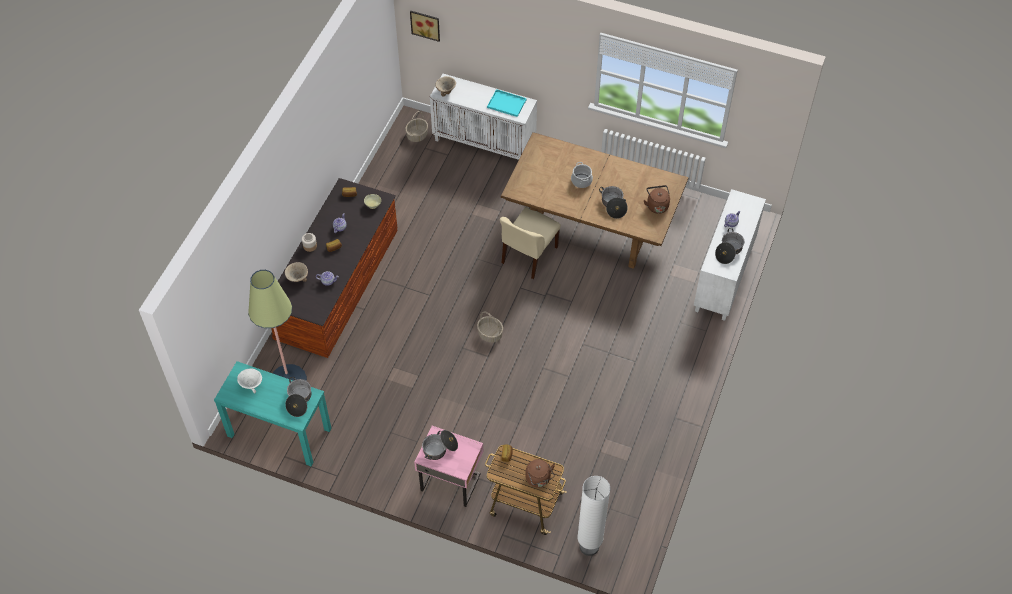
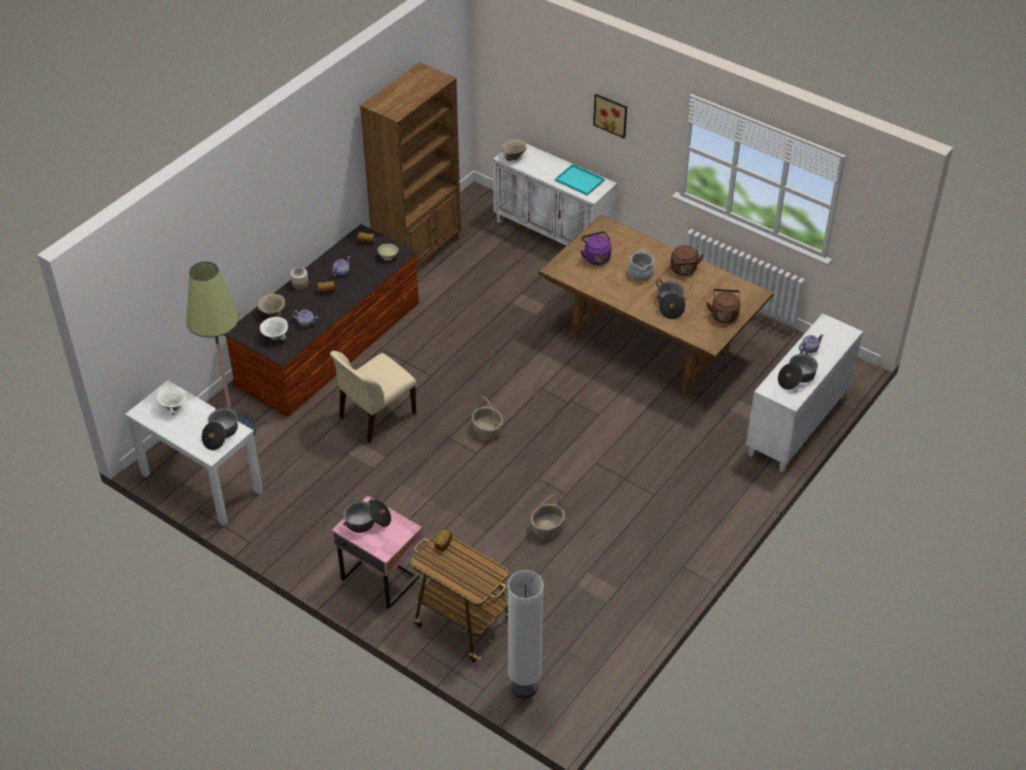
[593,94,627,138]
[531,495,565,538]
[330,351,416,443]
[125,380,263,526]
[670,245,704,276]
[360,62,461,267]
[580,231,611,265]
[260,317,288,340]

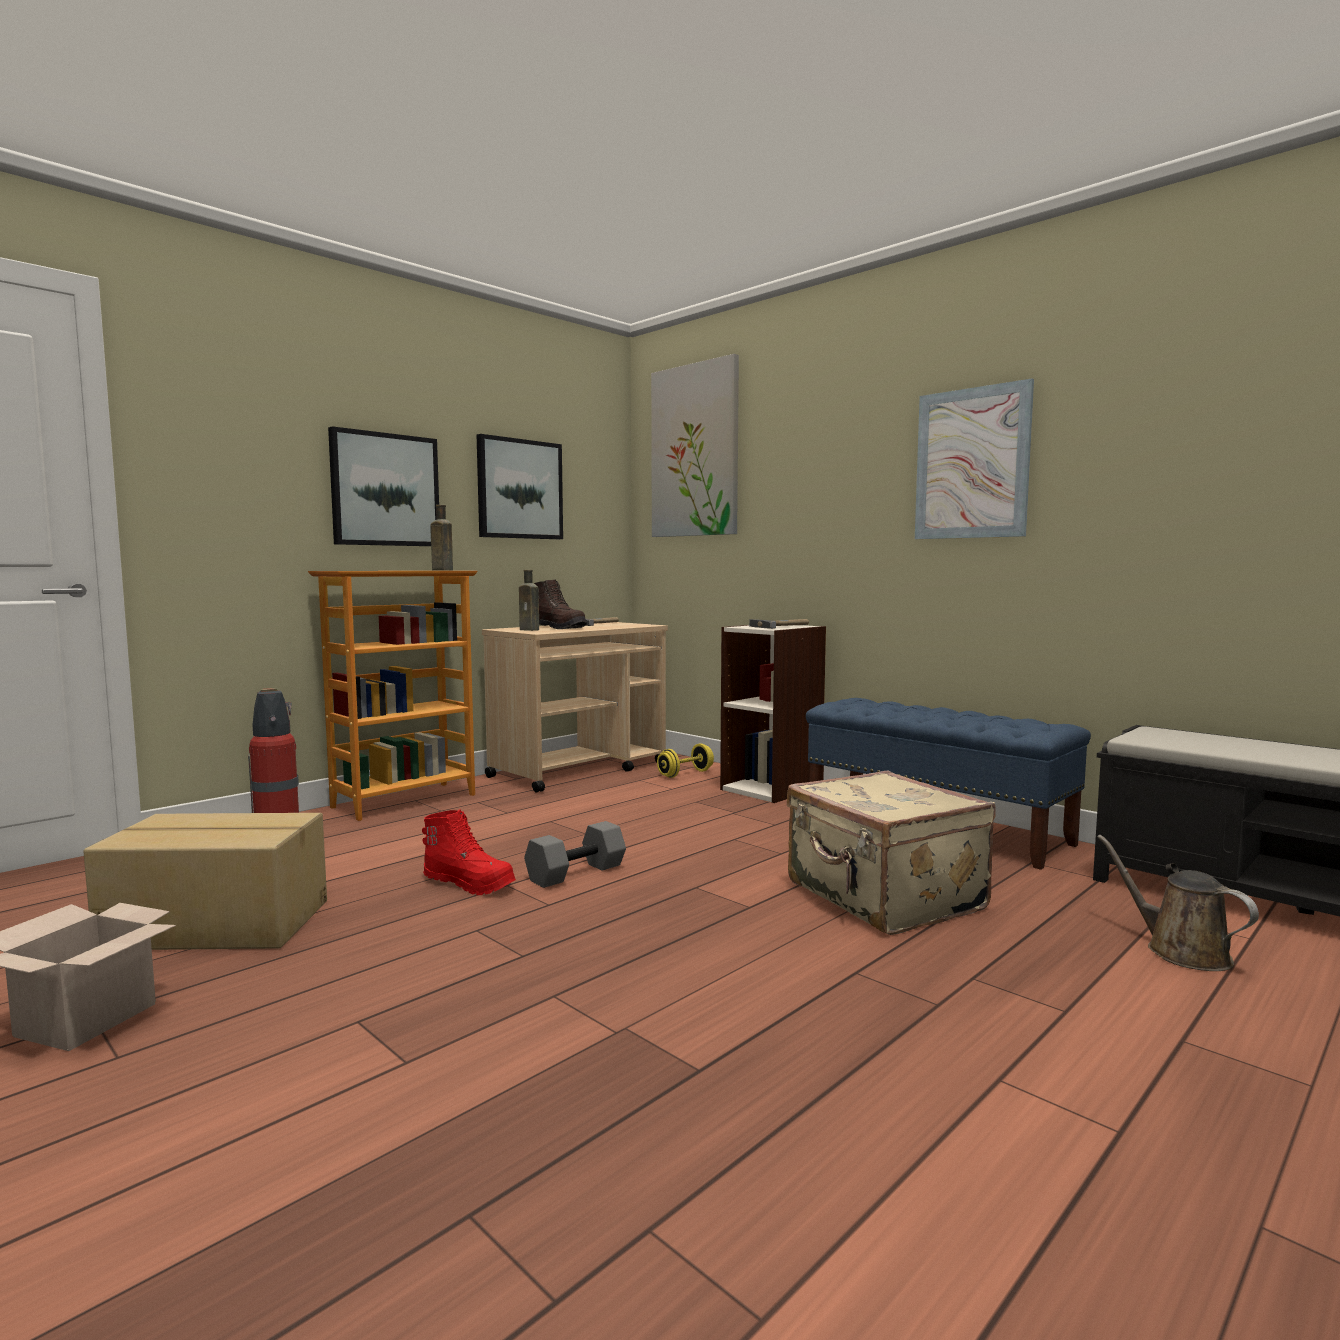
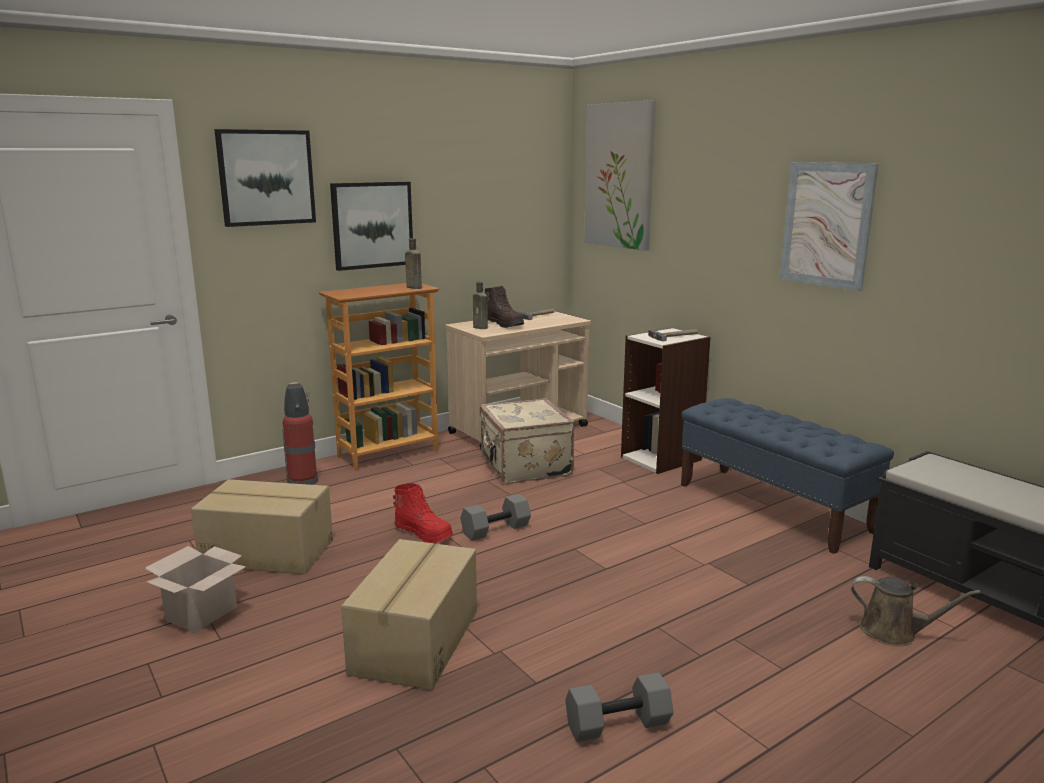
[214,129,316,227]
[657,743,714,778] (first image)
[480,398,574,484]
[851,576,981,646]
[341,539,477,690]
[565,672,674,742]

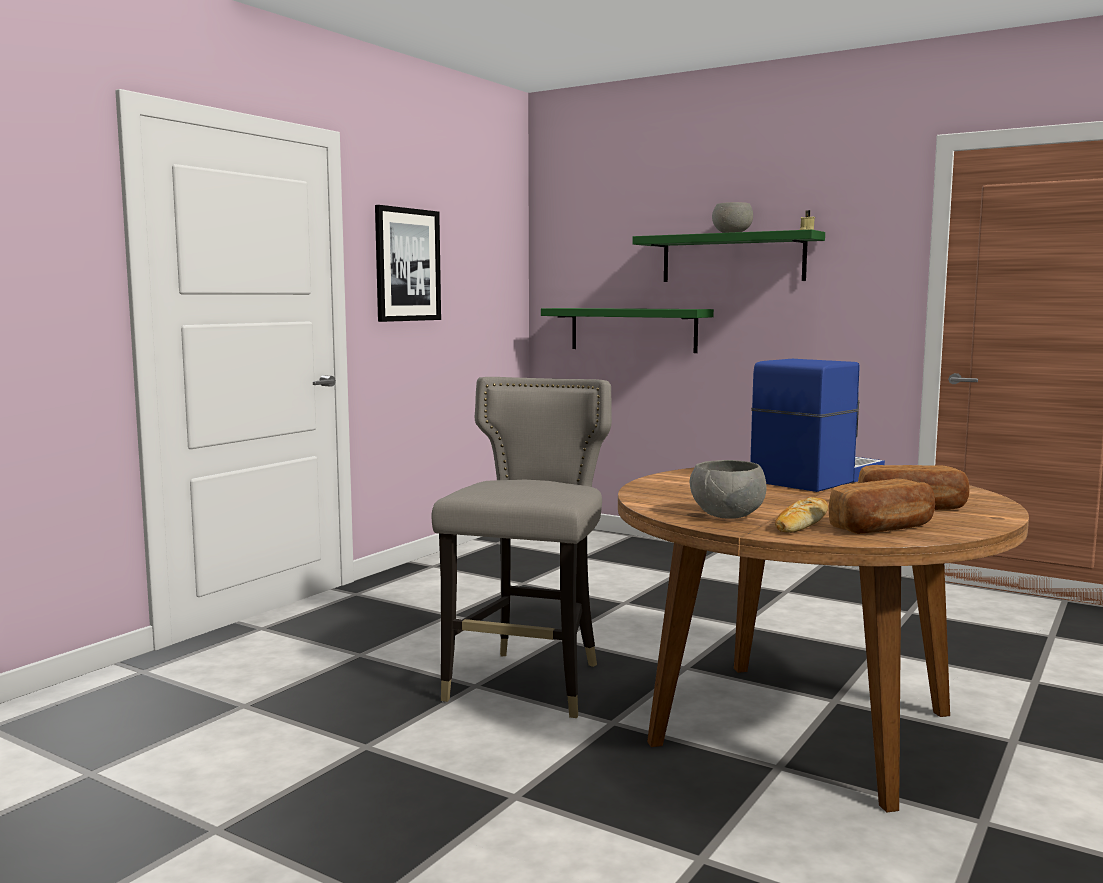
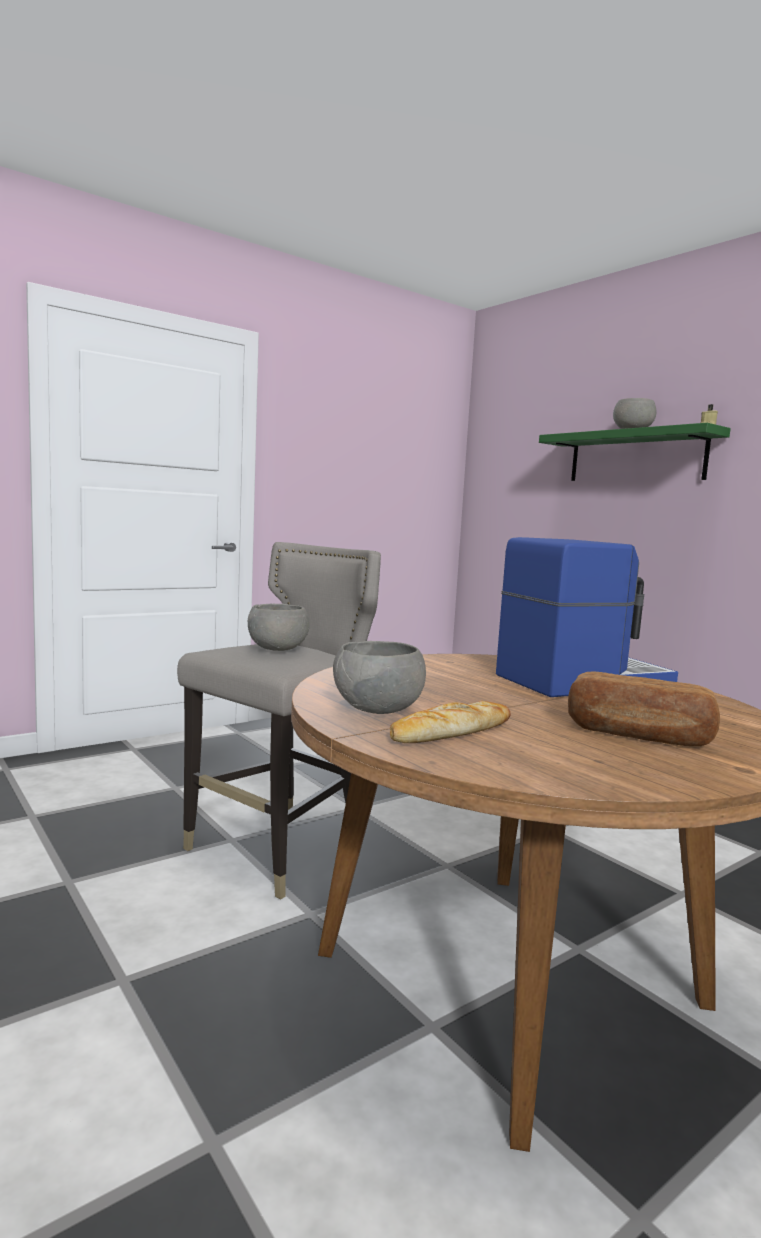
[375,205,441,322] (first image)
[541,308,714,353] (first image)
[829,479,935,534] (first image)
[248,604,310,651]

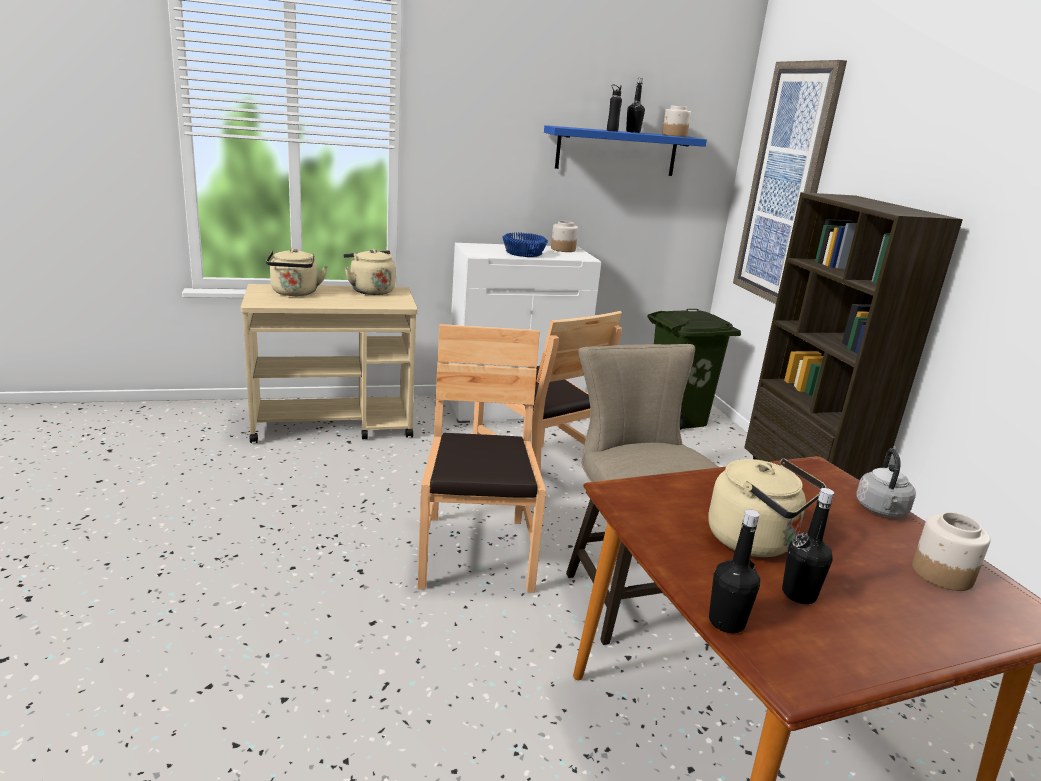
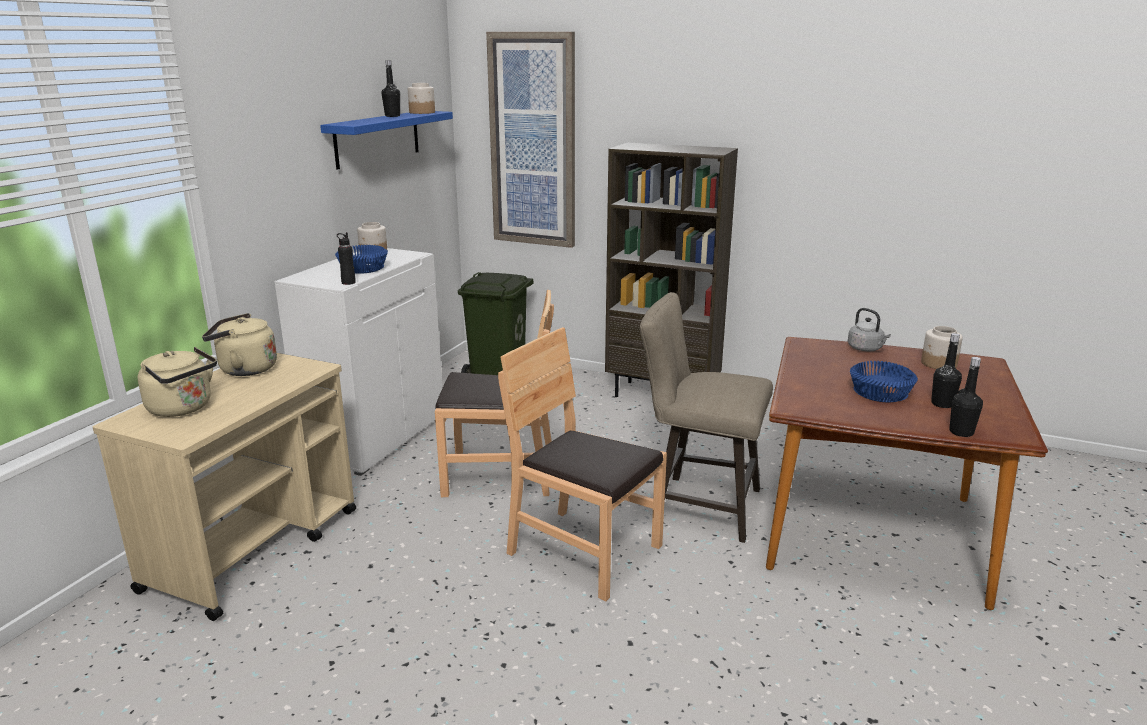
[337,232,356,285]
[850,361,918,402]

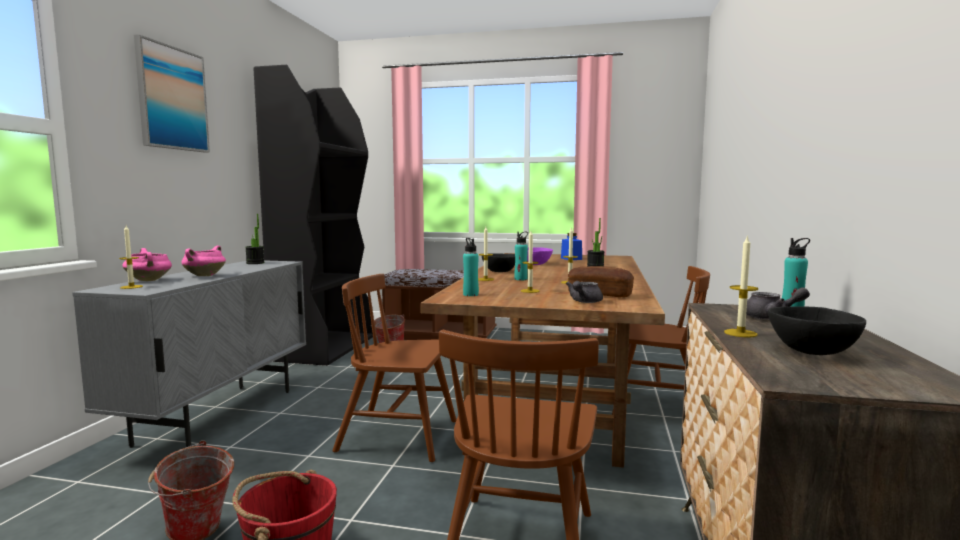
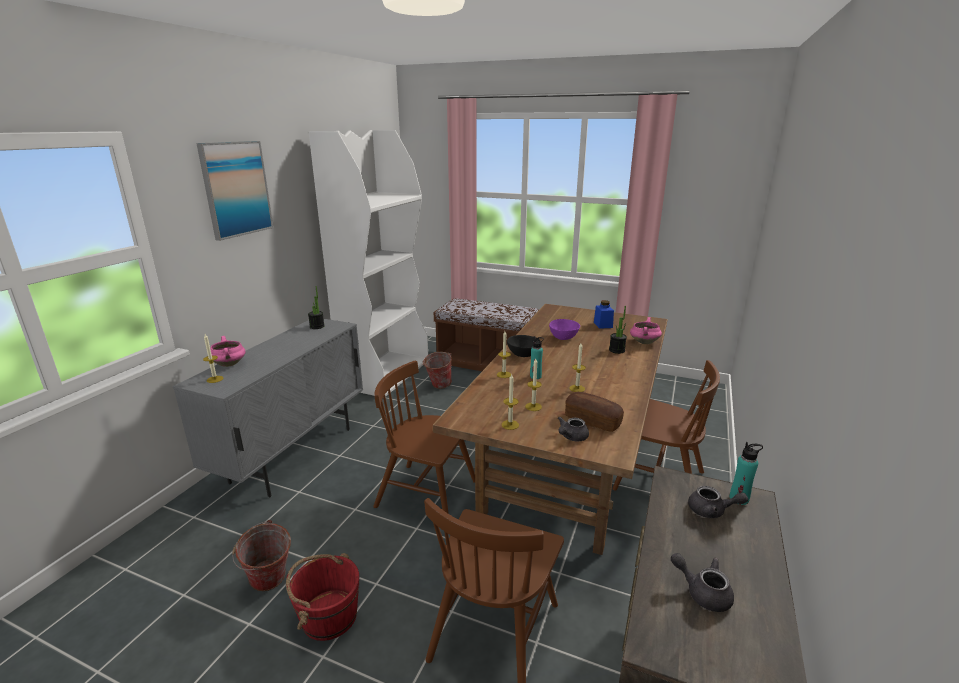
[309,130,428,397]
[501,374,519,430]
[463,238,479,296] (first image)
[630,317,662,344]
[671,553,734,612]

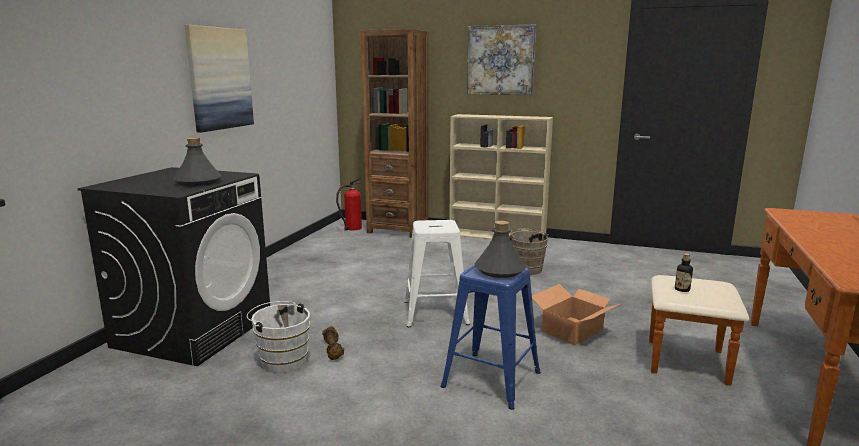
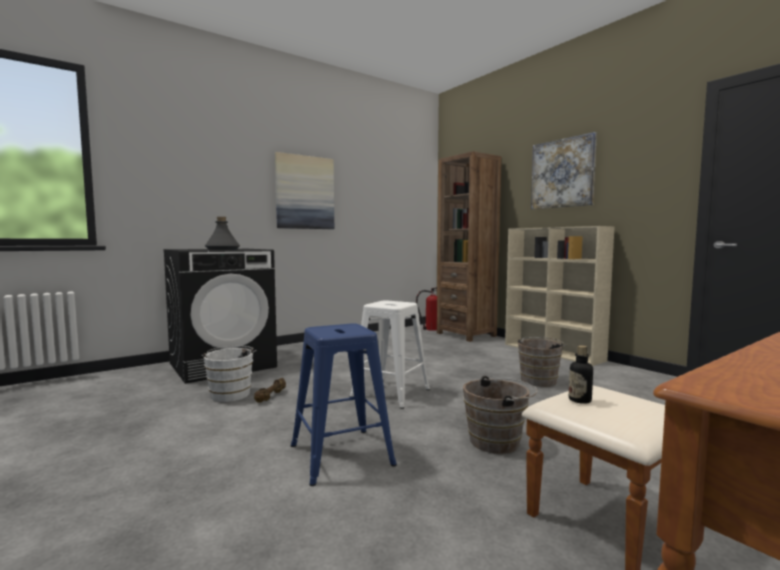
[475,221,526,278] (first image)
[463,376,538,454]

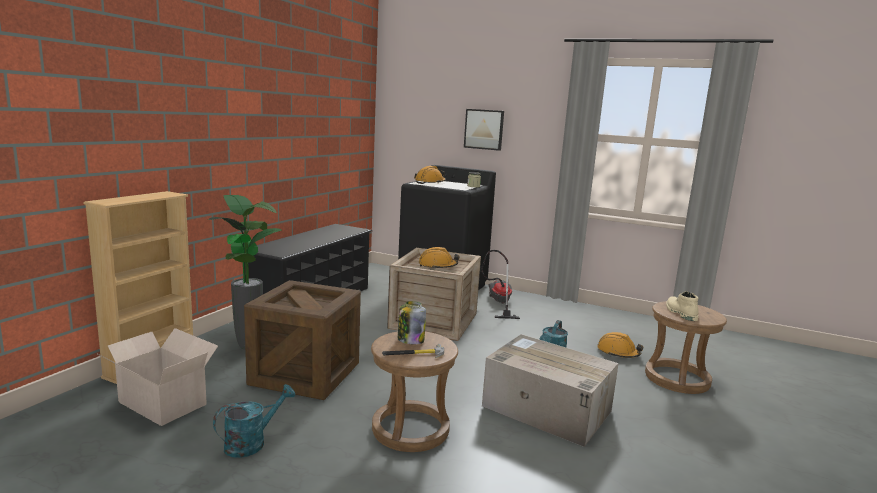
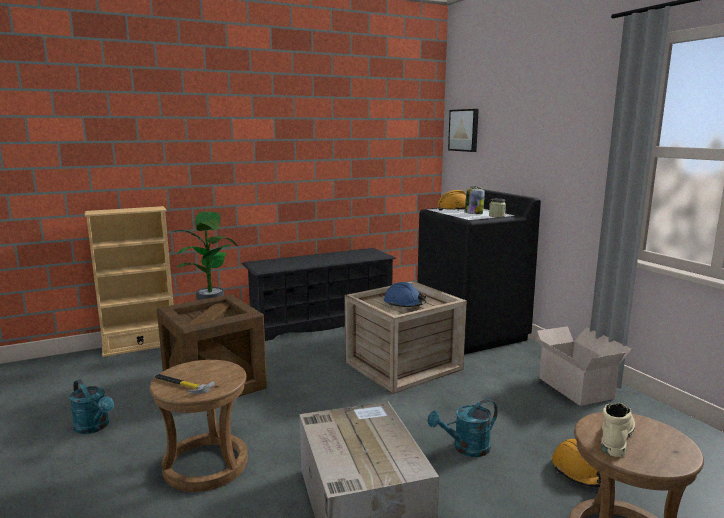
[448,109,479,152]
[384,282,426,307]
[481,250,520,319] (first image)
[464,186,485,214]
[532,326,632,406]
[69,379,114,434]

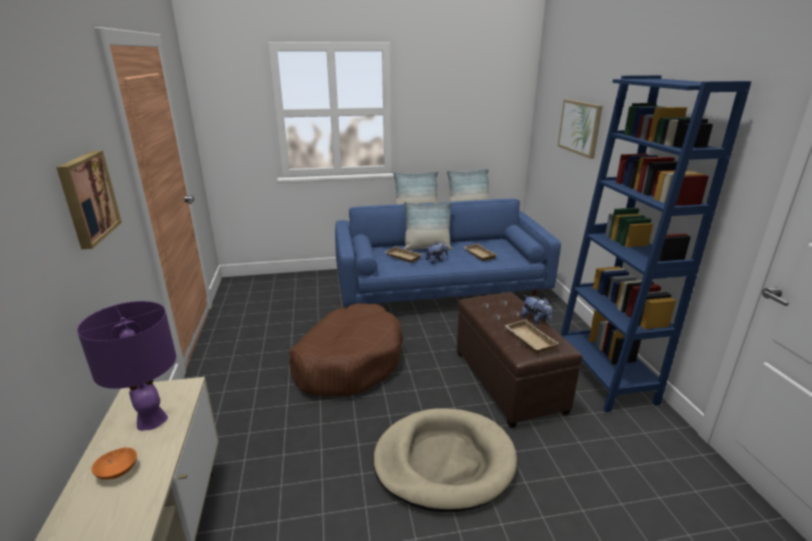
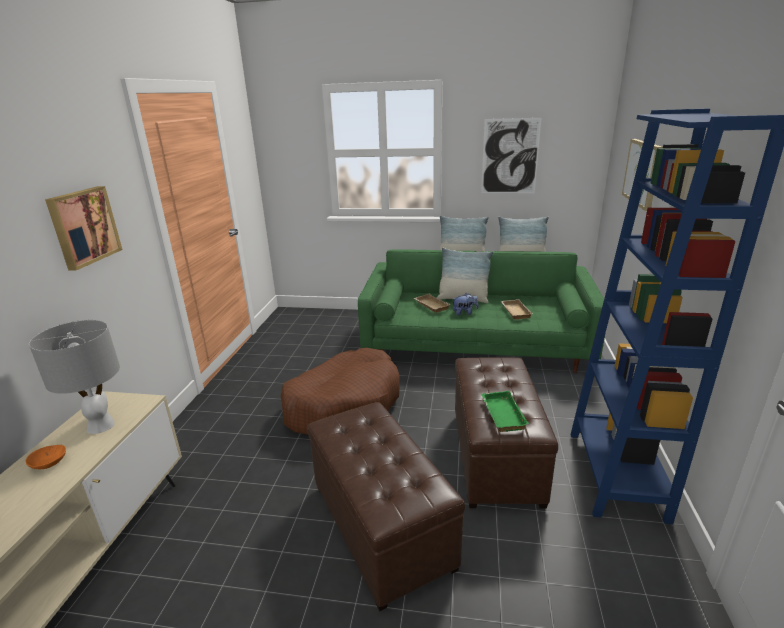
[358,249,605,373]
[521,295,552,324] (first image)
[29,320,120,434]
[481,391,529,432]
[307,402,465,611]
[481,118,541,193]

